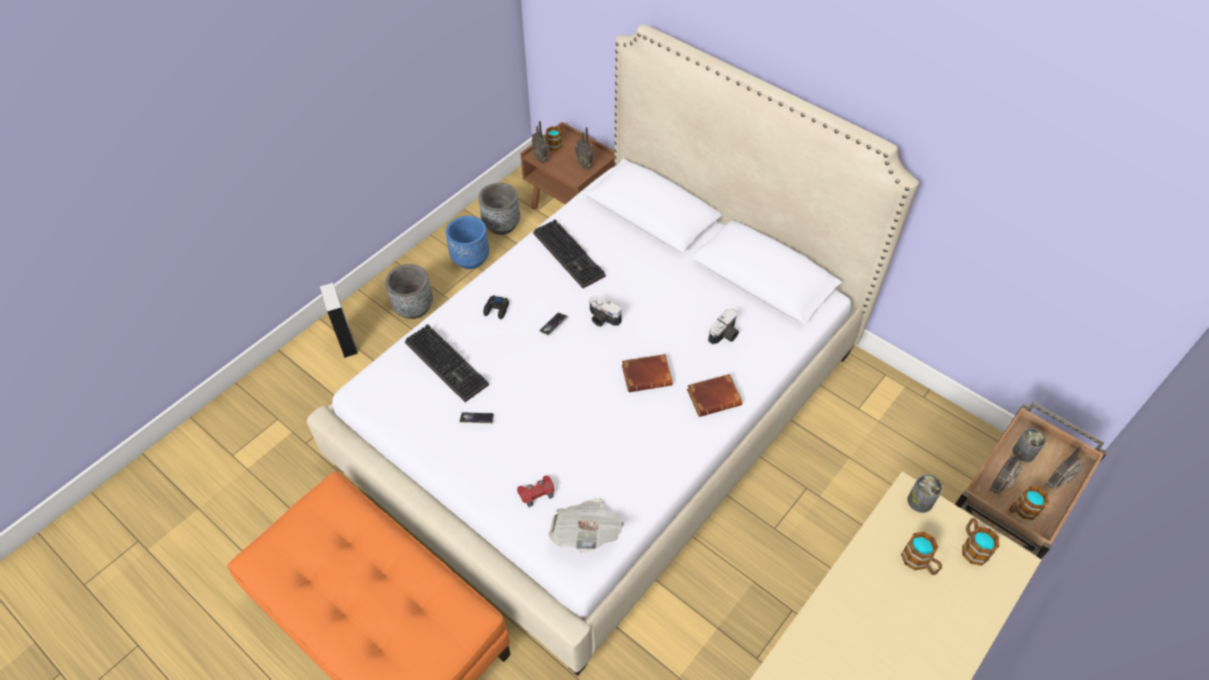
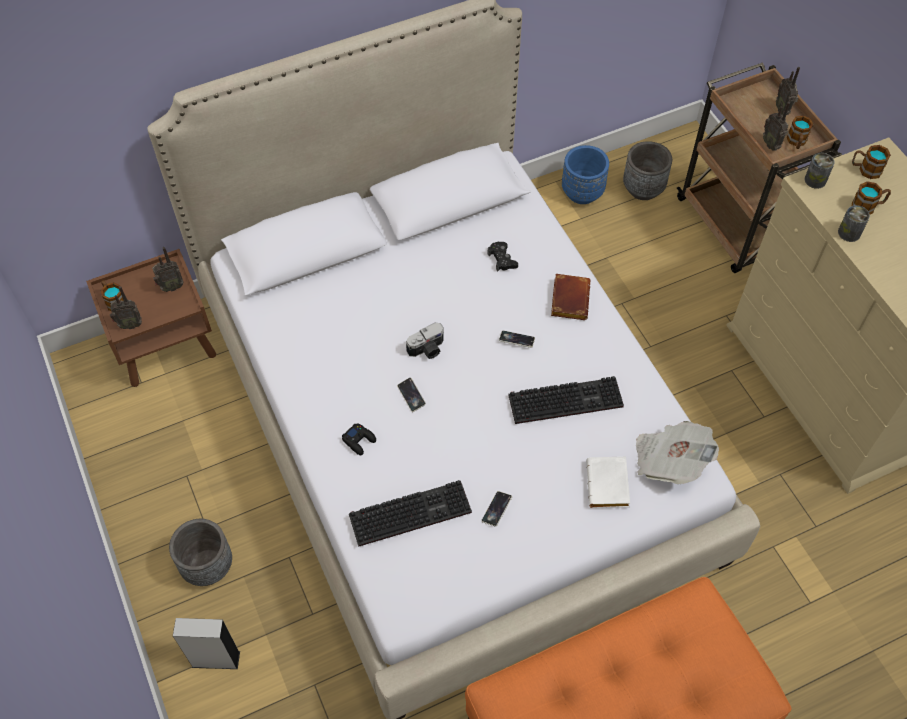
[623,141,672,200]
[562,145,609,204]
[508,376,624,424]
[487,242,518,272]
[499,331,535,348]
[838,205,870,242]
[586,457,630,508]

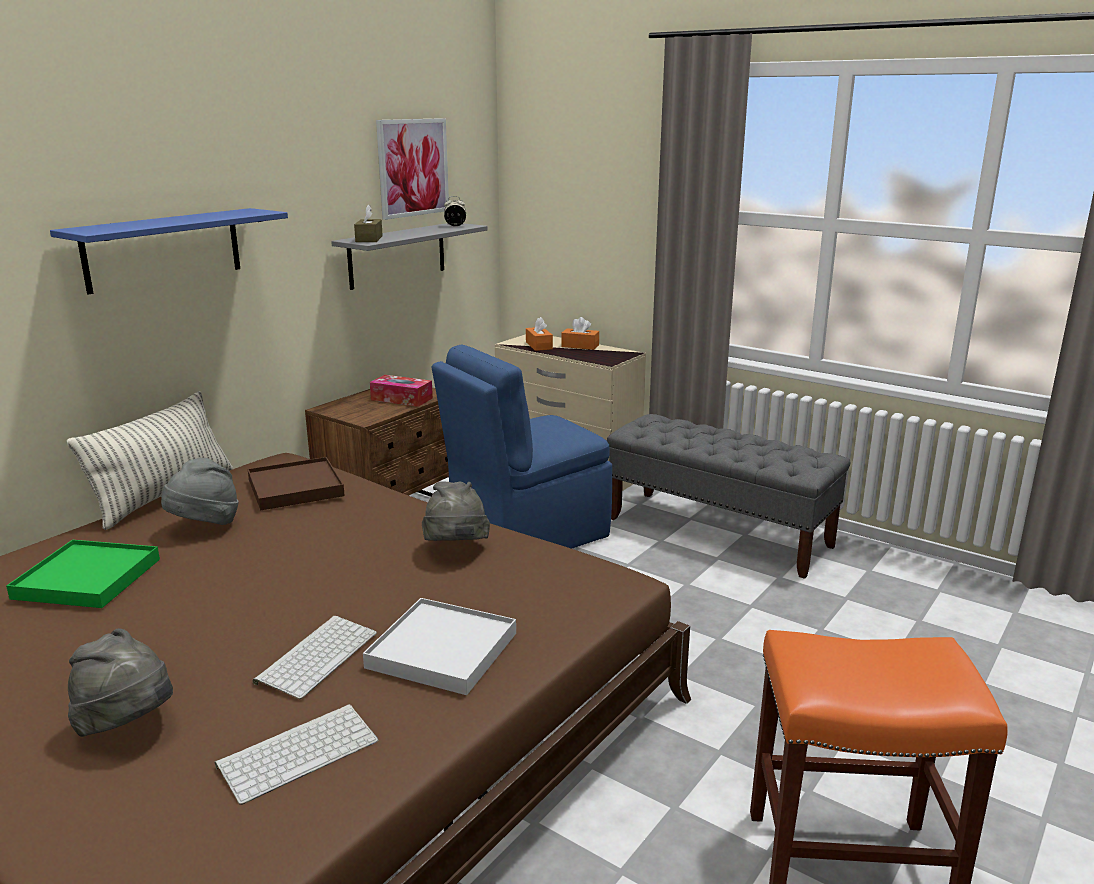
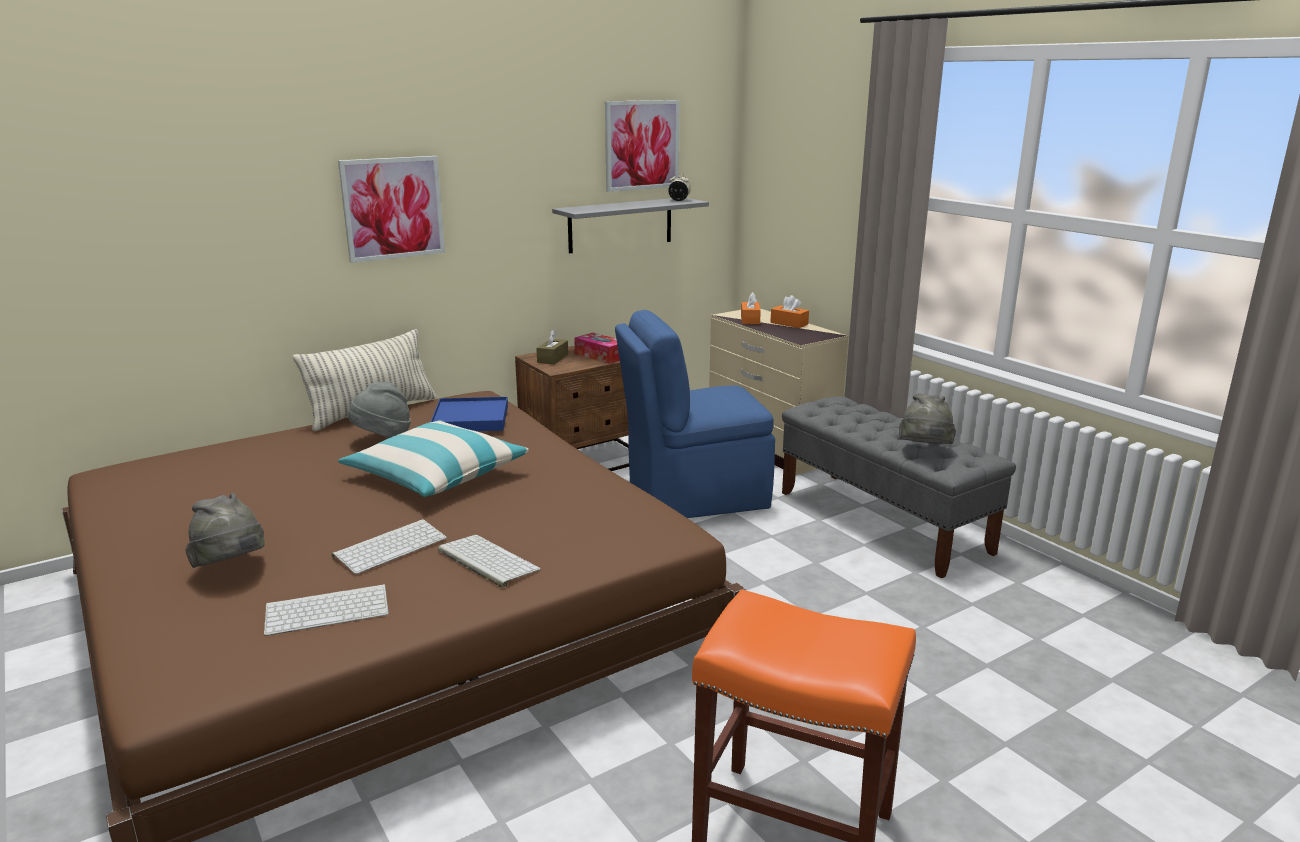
[536,329,568,364]
[338,156,445,263]
[430,397,508,431]
[899,393,956,444]
[6,540,160,608] (first image)
[438,535,541,588]
[338,420,529,497]

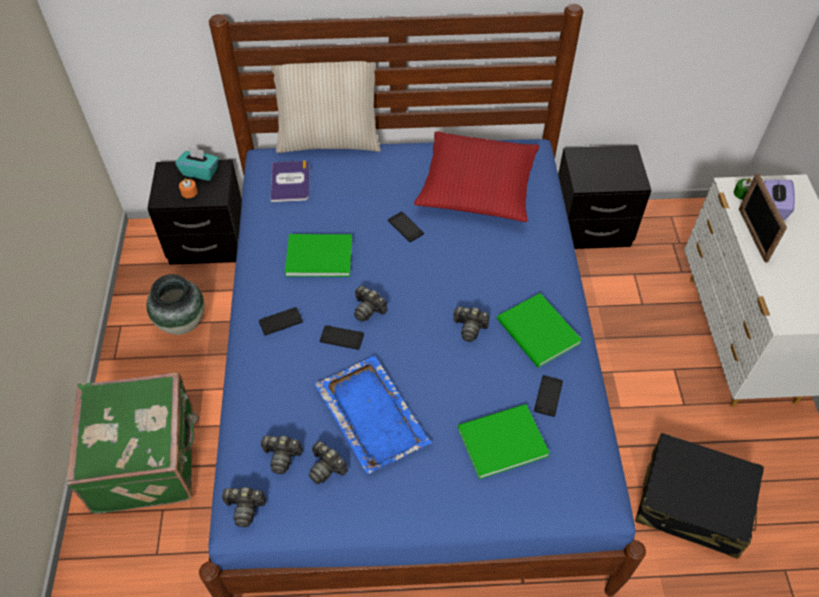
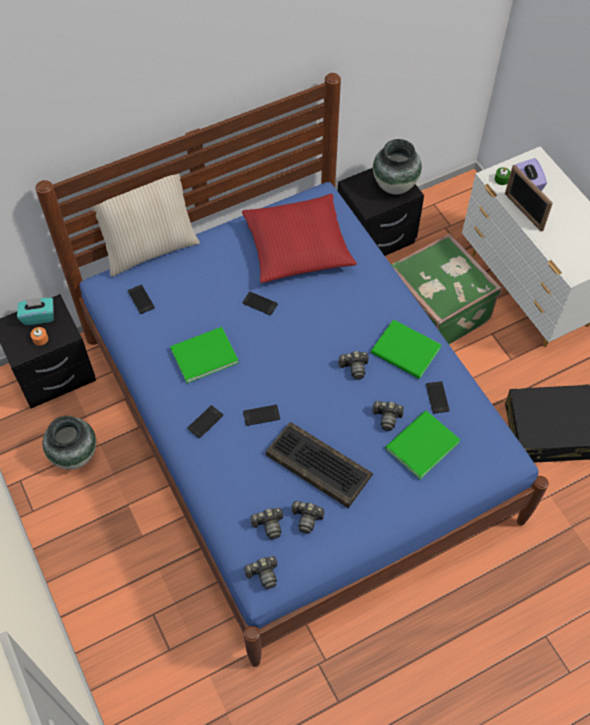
[128,285,155,314]
[372,401,404,431]
[266,422,373,508]
[391,233,502,344]
[373,139,422,194]

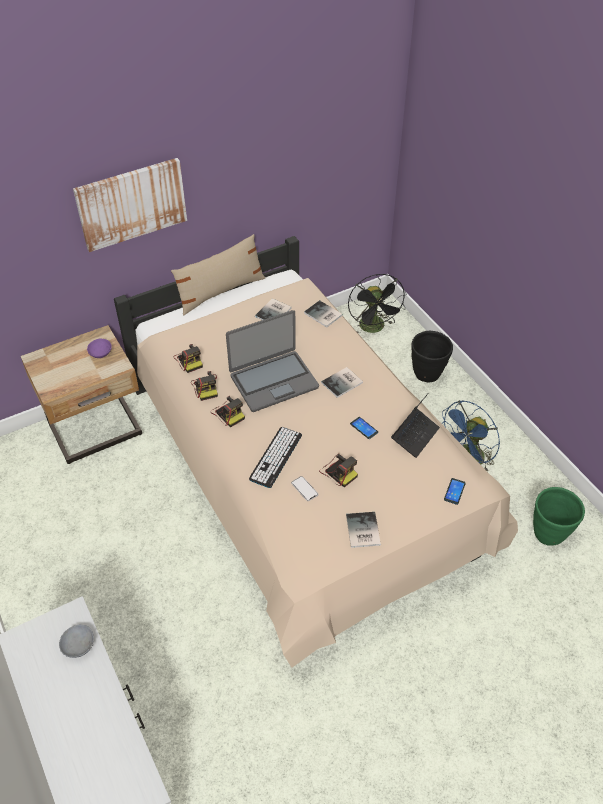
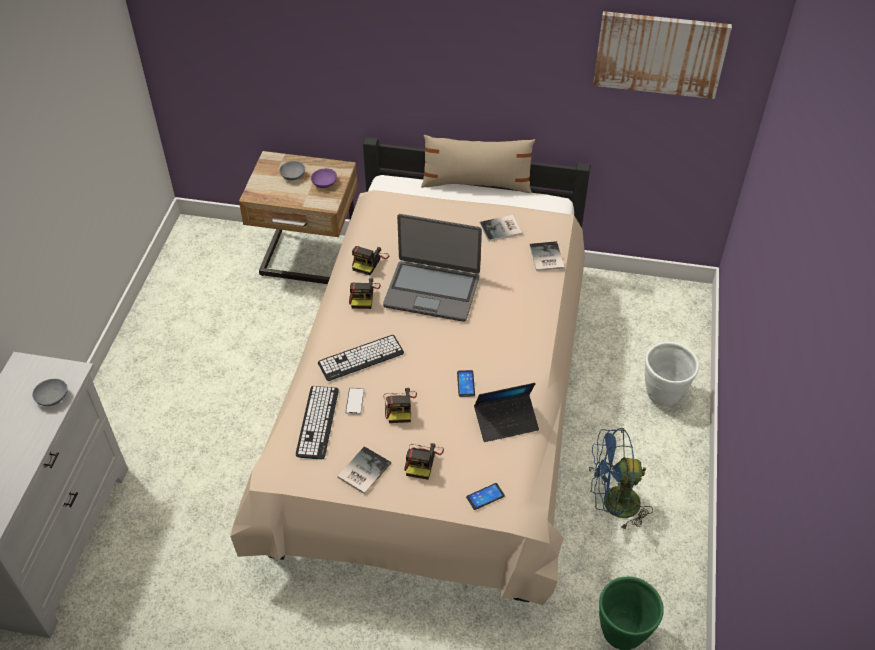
[593,11,732,99]
[348,274,406,333] (first image)
[645,342,699,407]
[404,443,444,480]
[321,367,363,398] (first image)
[279,161,305,181]
[296,386,339,460]

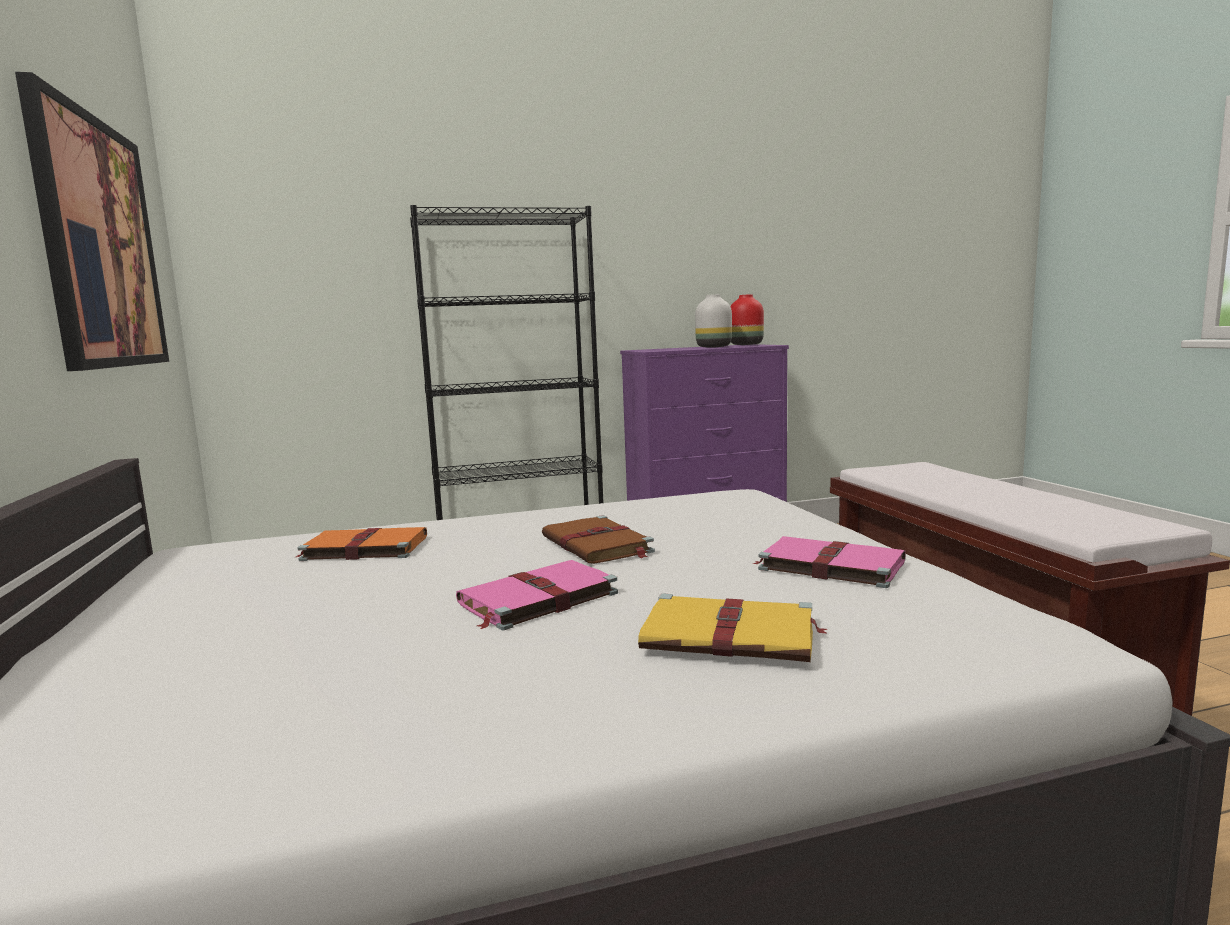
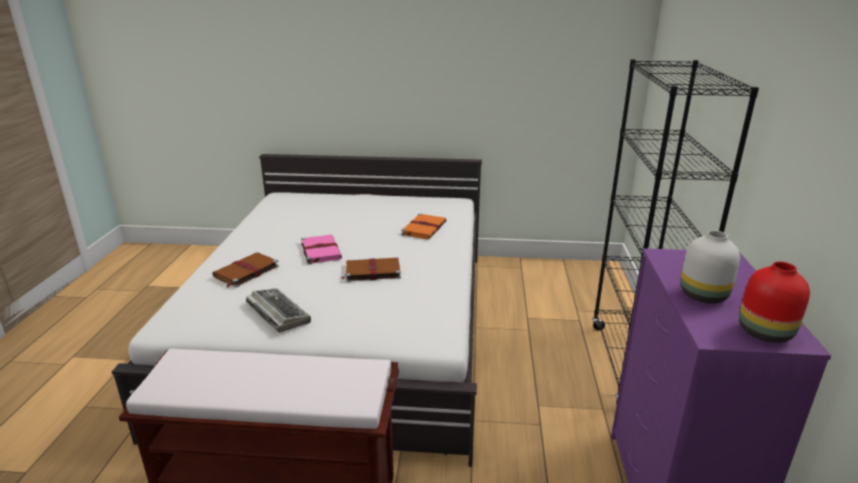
[15,72,169,371] (first image)
[246,288,311,333]
[212,252,279,288]

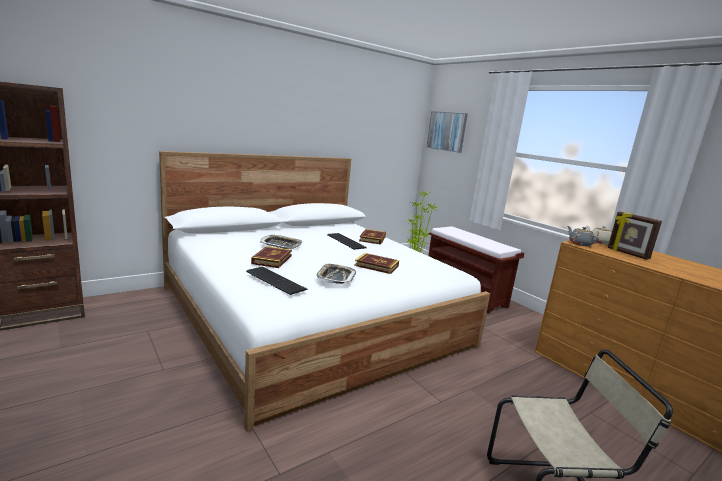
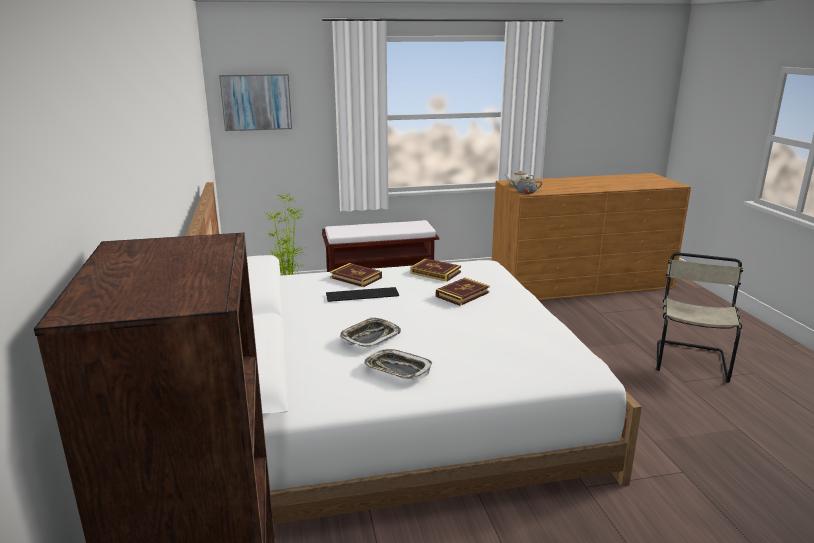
[608,212,662,260] (first image)
[410,258,461,282]
[364,349,432,379]
[246,267,307,295] (first image)

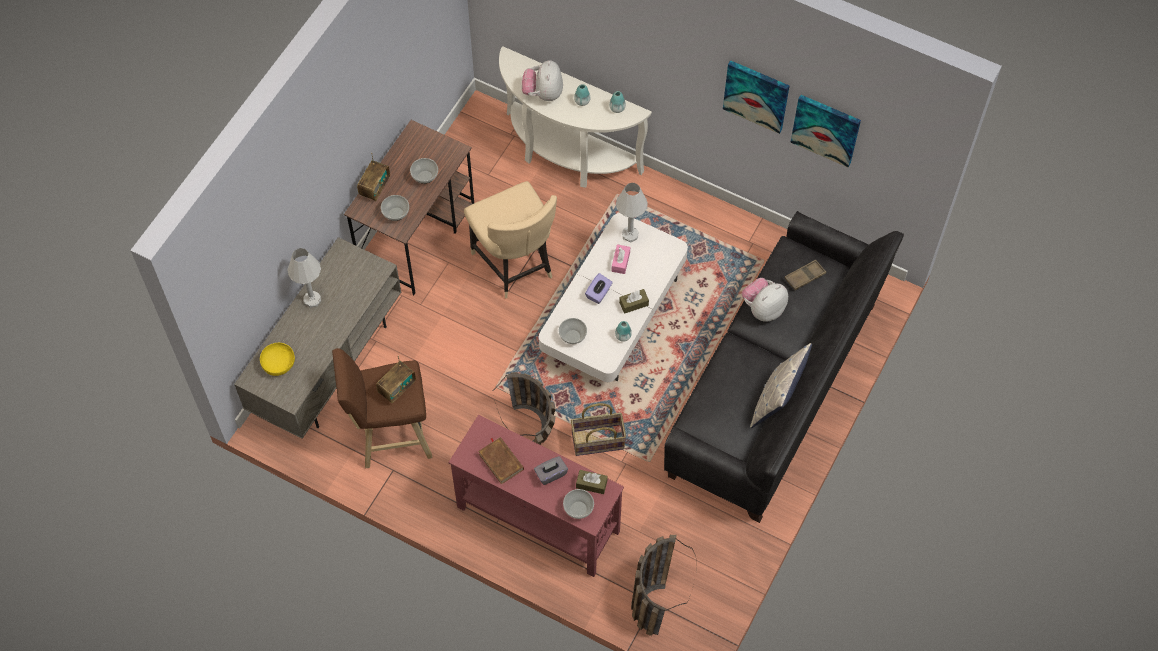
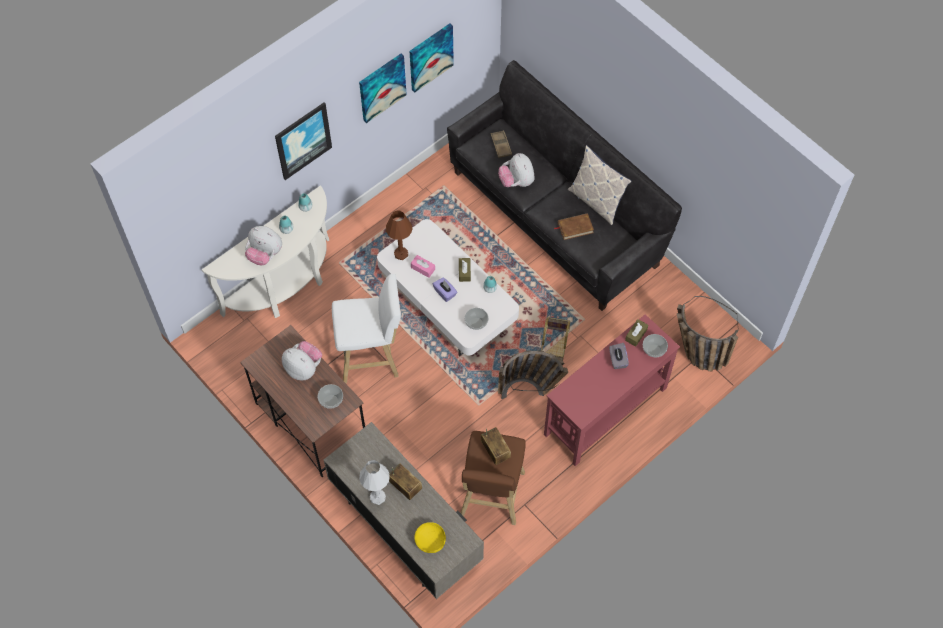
[389,464,422,500]
[282,341,322,381]
[332,274,401,383]
[386,210,413,260]
[554,213,594,240]
[275,102,332,180]

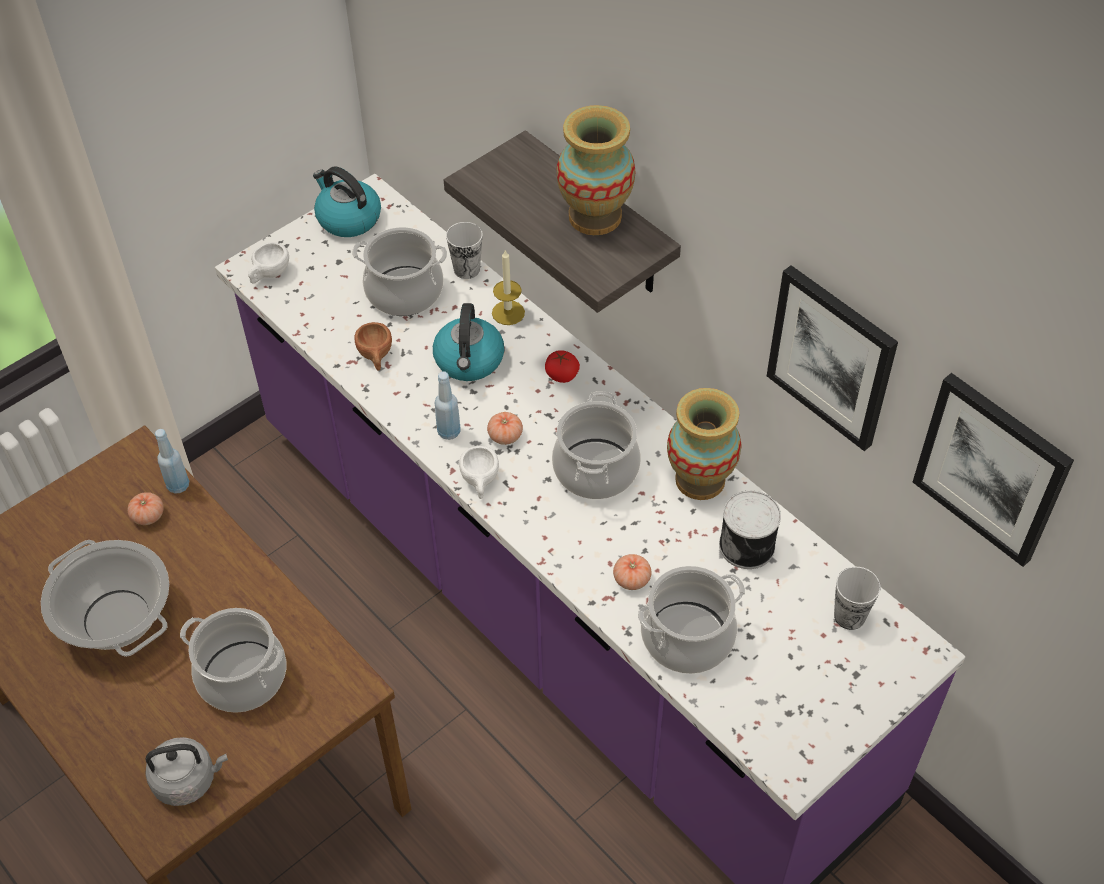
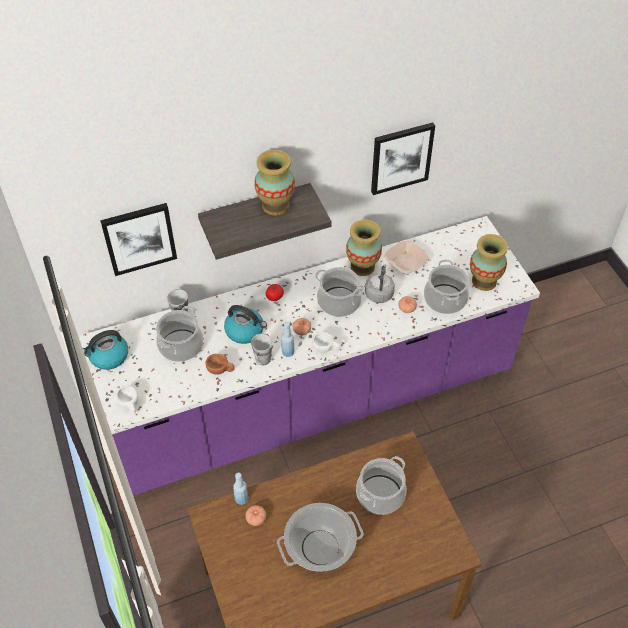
[492,249,525,325] (first image)
[100,203,177,276]
[384,240,429,274]
[251,334,273,365]
[365,265,395,303]
[470,234,508,291]

